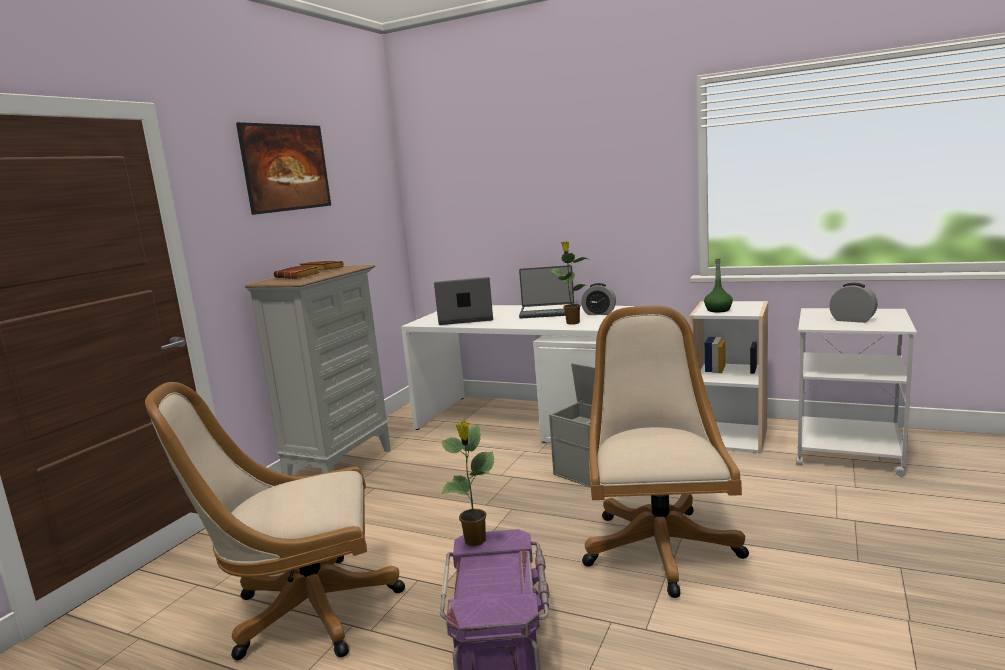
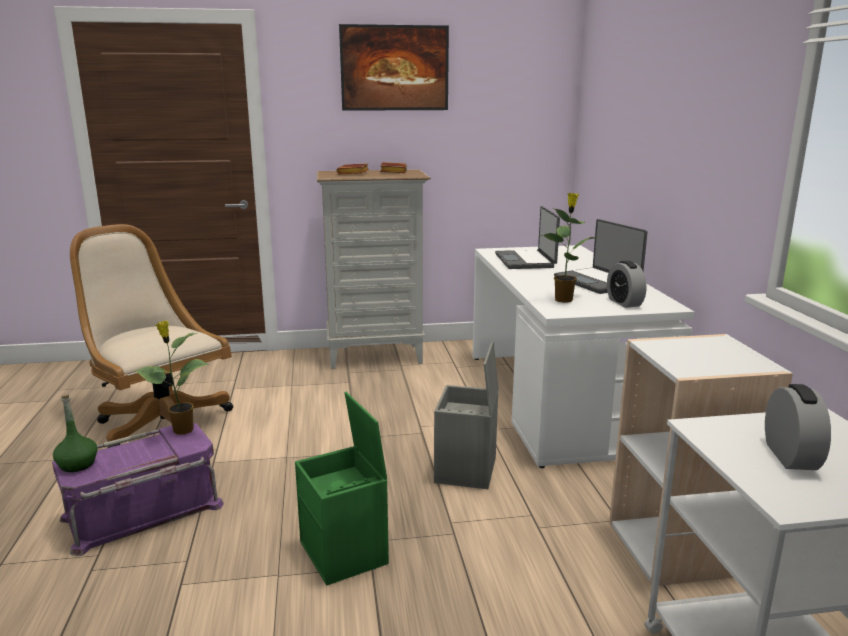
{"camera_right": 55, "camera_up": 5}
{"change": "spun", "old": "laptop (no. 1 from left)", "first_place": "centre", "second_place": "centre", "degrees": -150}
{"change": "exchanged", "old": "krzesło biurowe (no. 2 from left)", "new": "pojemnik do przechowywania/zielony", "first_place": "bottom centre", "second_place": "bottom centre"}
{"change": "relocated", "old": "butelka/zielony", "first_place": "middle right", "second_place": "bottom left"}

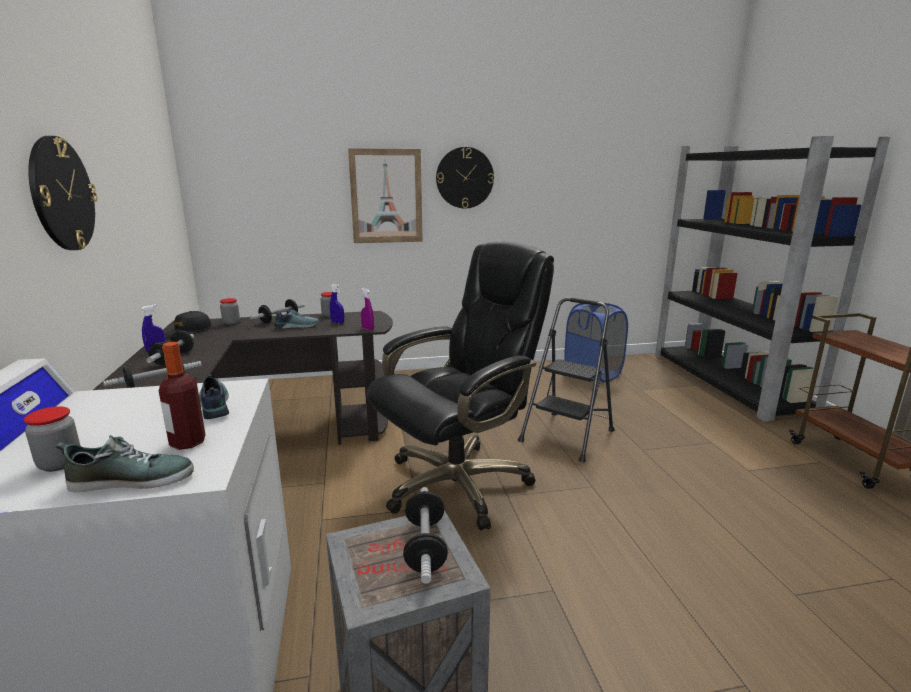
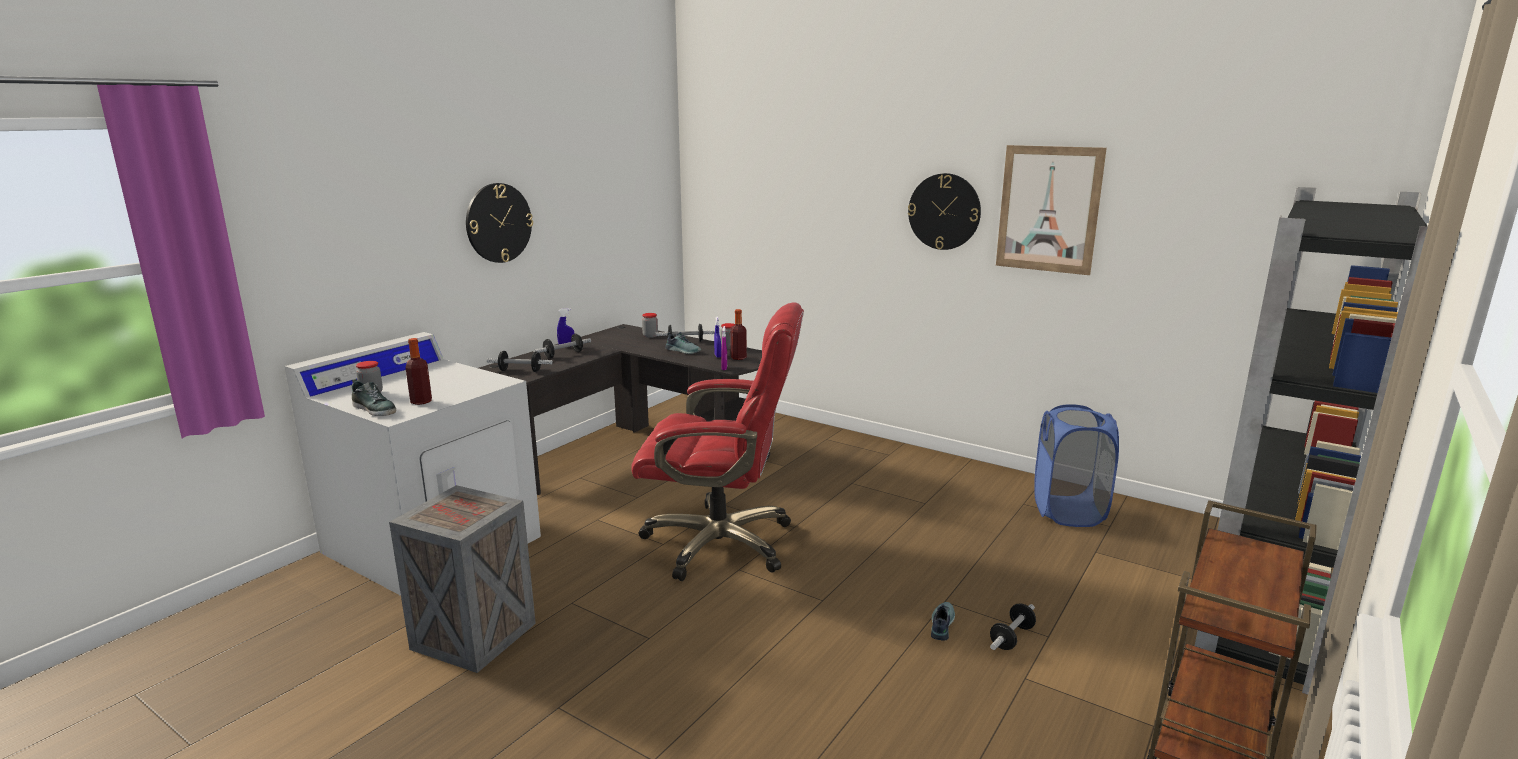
{"camera_right": 45, "camera_up": 0}
{"change": "missing", "old": "czapka z daszkiem/czarny", "first_place": "middle left"}
{"change": "relocated", "old": "but (no. 2 from left in the first image)", "new": "but (no. 3 from left)", "first_place": "middle left", "second_place": "bottom centre"}
{"change": "relocated", "old": "obraz", "first_place": "top centre", "second_place": "top right"}
{"change": "colour", "old": "krzesło biurowe/czarny", "new": "krzesło biurowe/czerwony", "first_place": "centre", "second_place": "centre"}
{"change": "relocated", "old": "hantel (no. 4 from left)", "first_place": "bottom centre", "second_place": "bottom right"}
{"change": "missing", "old": "drabinka/czarny", "first_place": "centre"}
{"change": "appeared", "new": "butelka (no. 2 from left)", "second_place": "centre"}

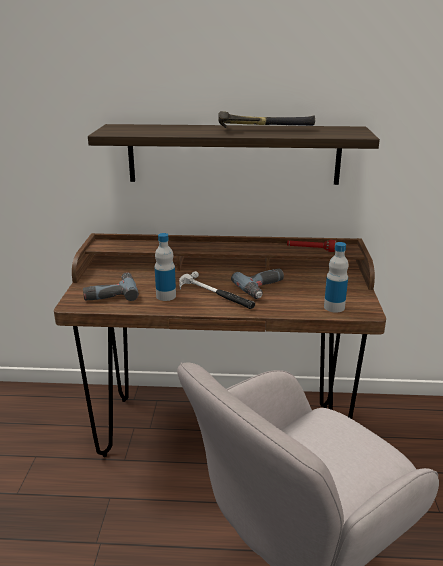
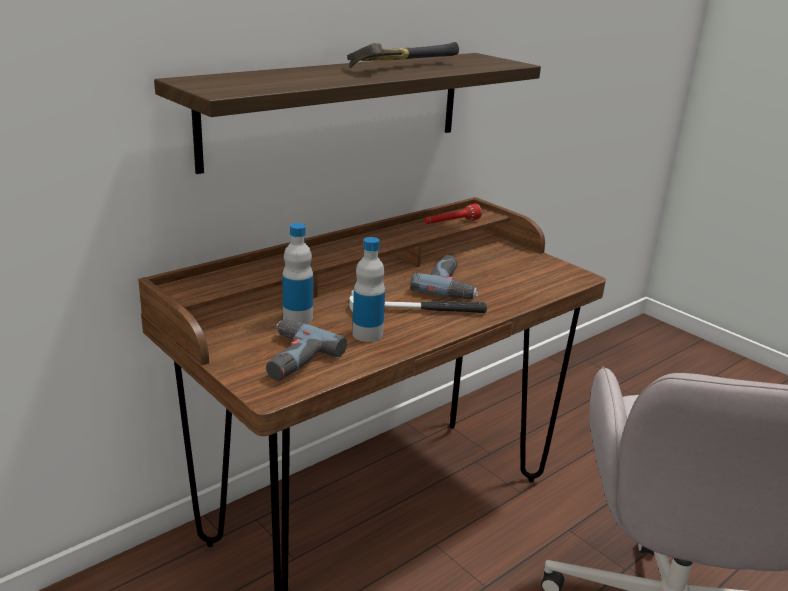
{"camera_right": -45, "camera_up": 0}
{"change": "relocated", "old": "butelka (no. 2 from left in the first image)", "new": "butelka (no. 1 from left)", "first_place": "middle right", "second_place": "centre"}

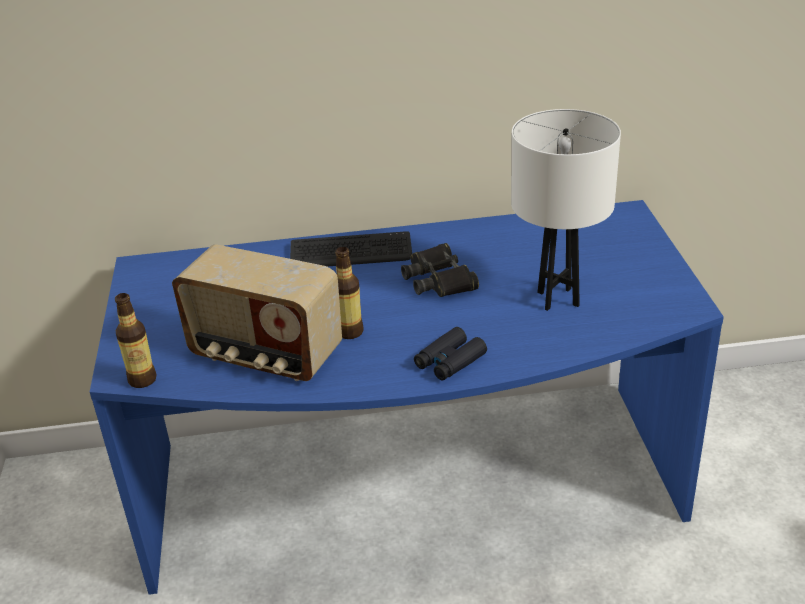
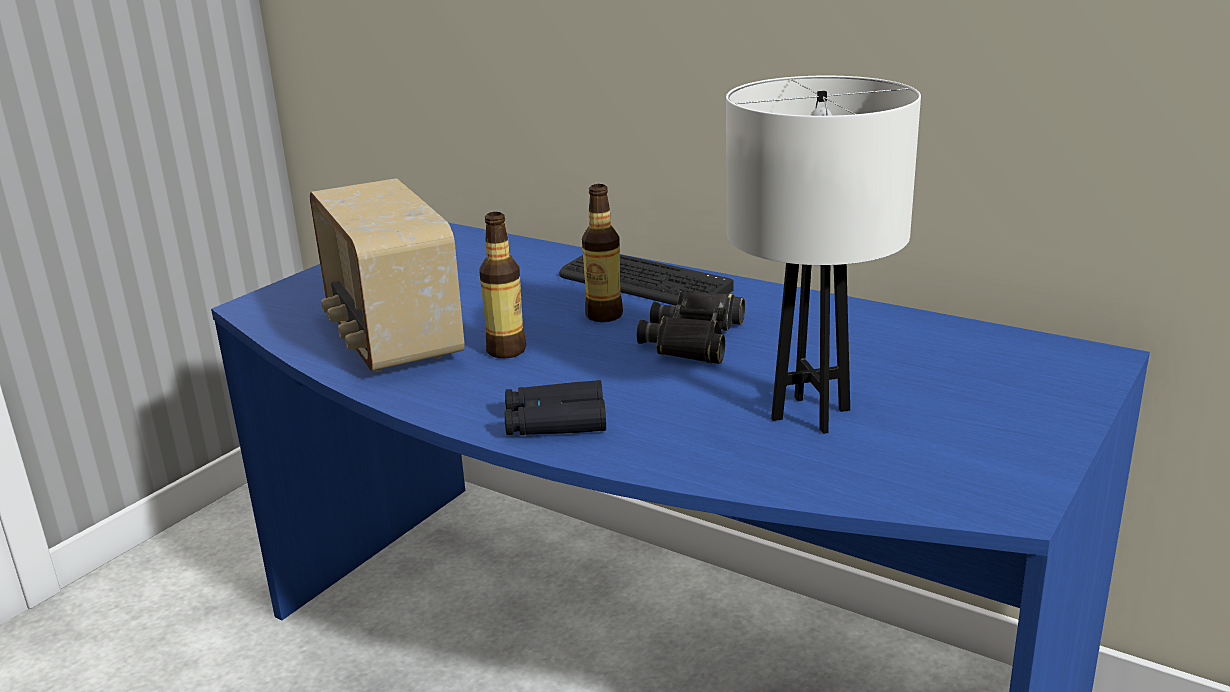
{"camera_right": 40, "camera_up": -10}
{"change": "relocated", "old": "butelka (no. 1 from left in the first image)", "new": "butelka (no. 2 from left)", "first_place": "middle left", "second_place": "centre"}

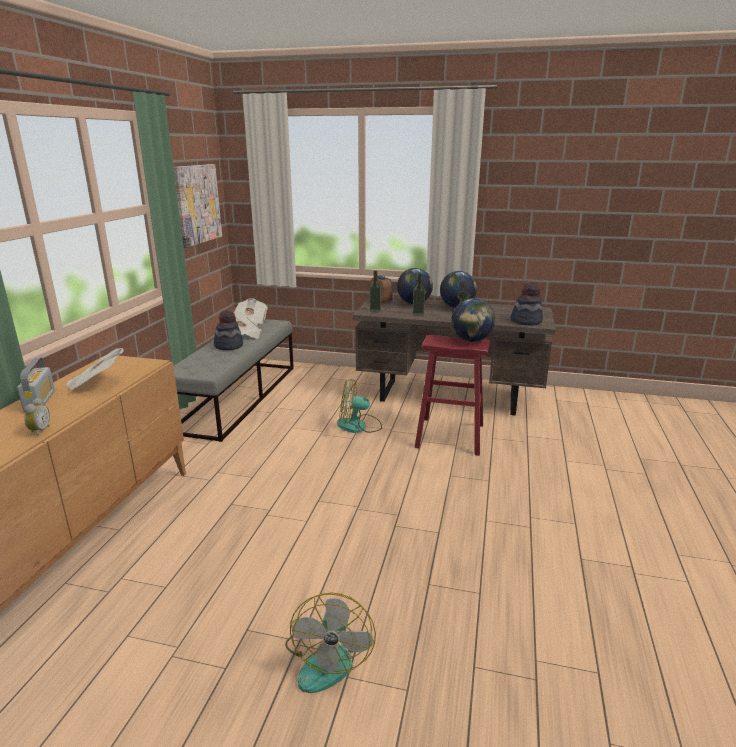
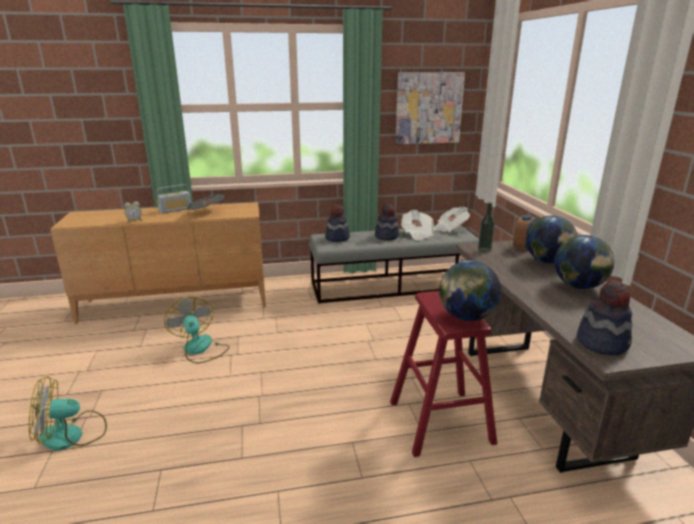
{"camera_right": 65, "camera_up": 0}
{"change": "relocated", "old": "wentylator (no. 2 from left)", "first_place": "centre", "second_place": "middle left"}
{"change": "missing", "old": "butelka (no. 2 from left)", "first_place": "centre"}
{"change": "appeared", "new": "kapelusz (no. 1 from left)", "second_place": "centre"}

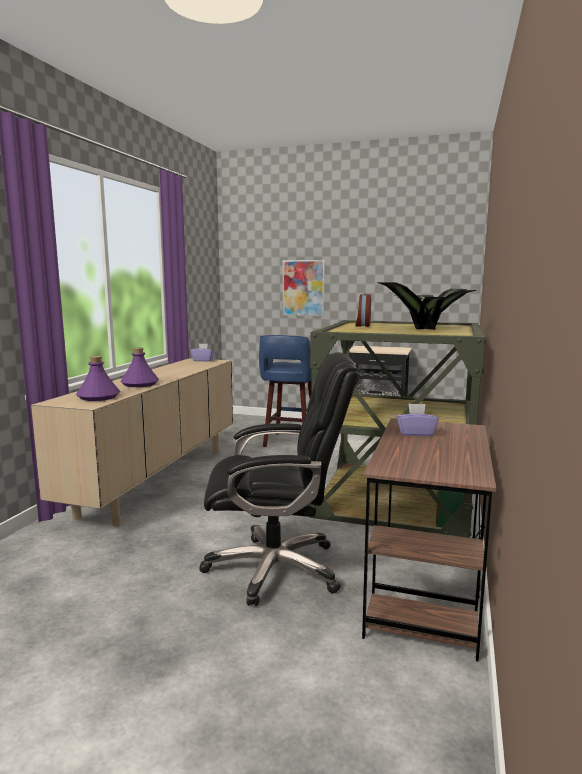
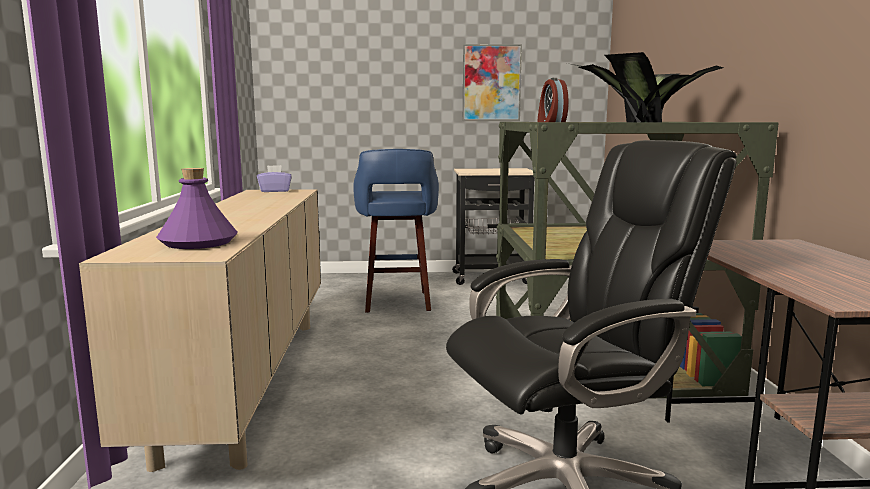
{"camera_right": -20, "camera_up": 0}
{"change": "missing", "old": "butelka/fioletowy (no. 2 from left)", "first_place": "middle left"}
{"change": "relocated", "old": "obraz", "first_place": "centre", "second_place": "top centre"}
{"change": "missing", "old": "pudełko chusteczek/fioletowy (no. 2 from left)", "first_place": "middle right"}

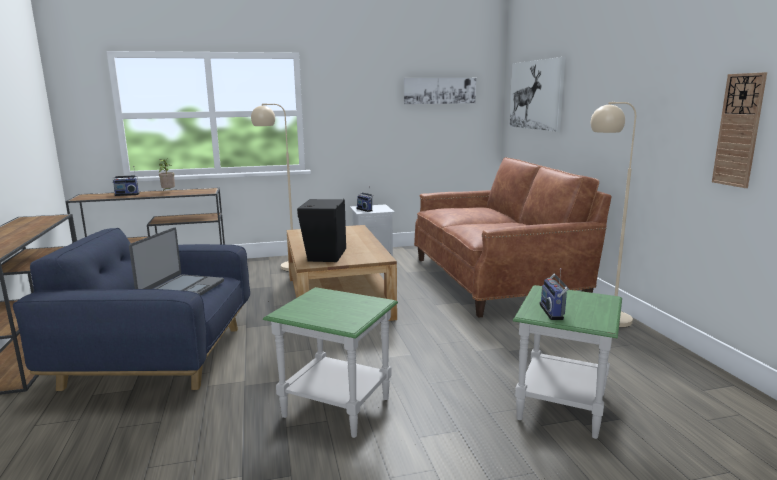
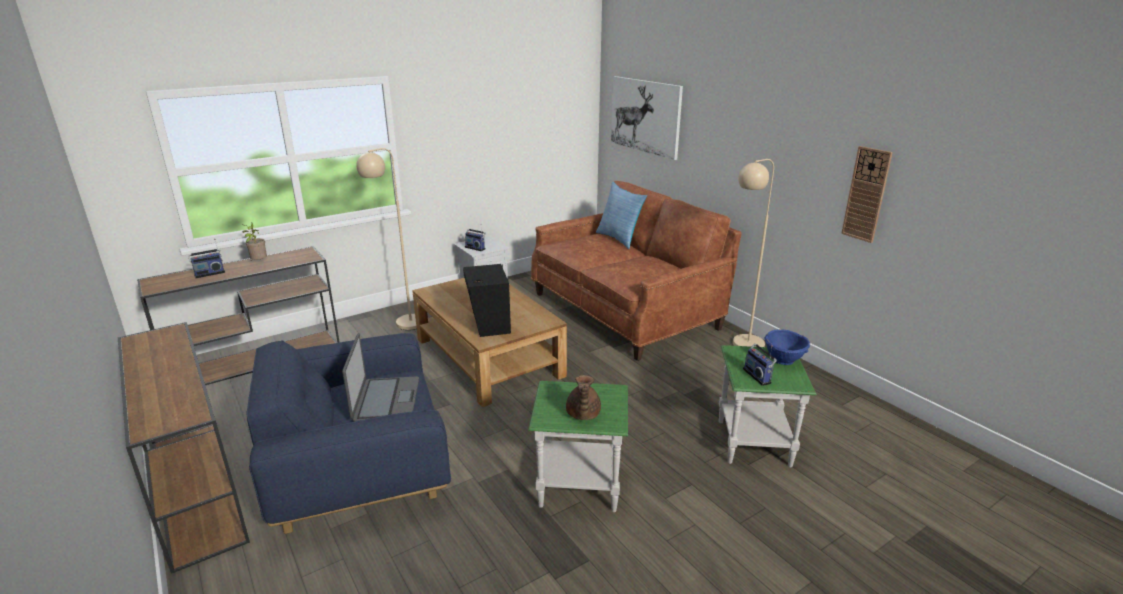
{"camera_right": -20, "camera_up": 10}
{"change": "missing", "old": "obraz (no. 1 from left)", "first_place": "top centre"}
{"change": "appeared", "new": "imbryk/brązowy", "second_place": "bottom centre"}
{"change": "appeared", "new": "poduszka", "second_place": "centre"}
{"change": "appeared", "new": "miska/niebieski", "second_place": "middle right"}

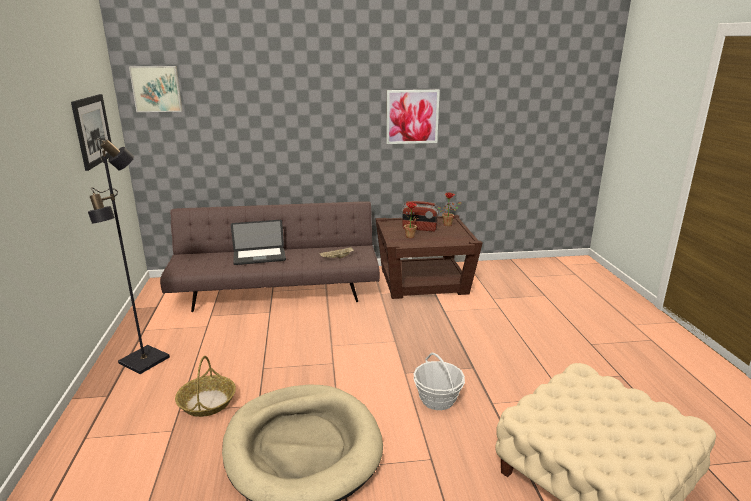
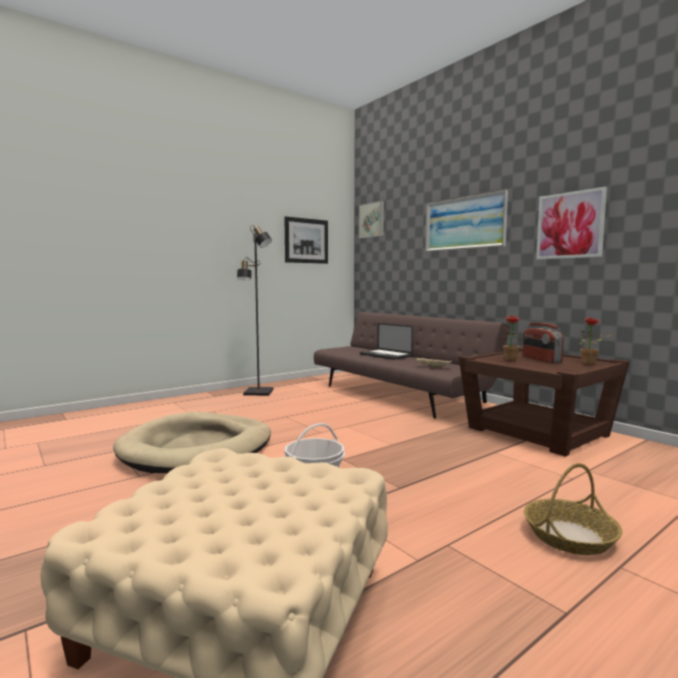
{"camera_right": 60, "camera_up": -15}
{"change": "relocated", "old": "koszyk (no. 1 from left in the first image)", "new": "koszyk (no. 2 from left)", "first_place": "bottom left", "second_place": "bottom right"}
{"change": "appeared", "new": "obraz (no. 3 from left)", "second_place": "top right"}

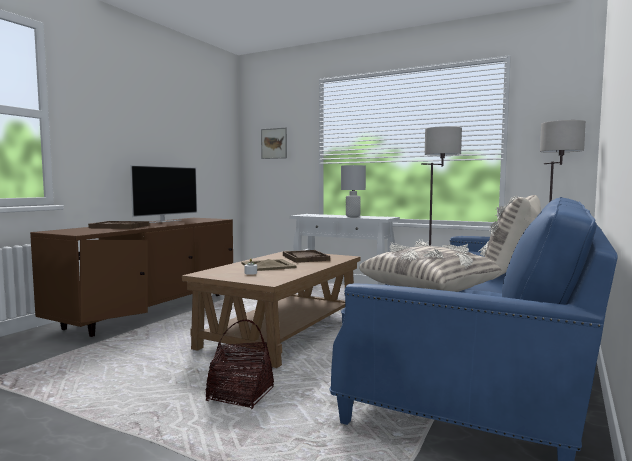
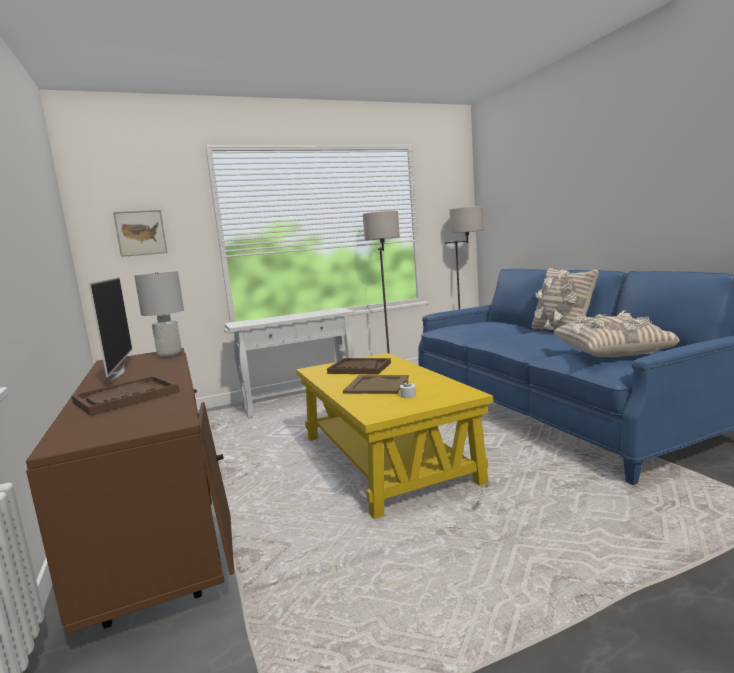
{"camera_right": -50, "camera_up": 5}
{"change": "colour", "old": "ława/brązowy", "new": "ława/żółty", "first_place": "bottom centre", "second_place": "centre"}
{"change": "missing", "old": "koszyk", "first_place": "bottom centre"}
{"change": "relocated", "old": "lampa stołowa/szary", "first_place": "centre", "second_place": "middle left"}

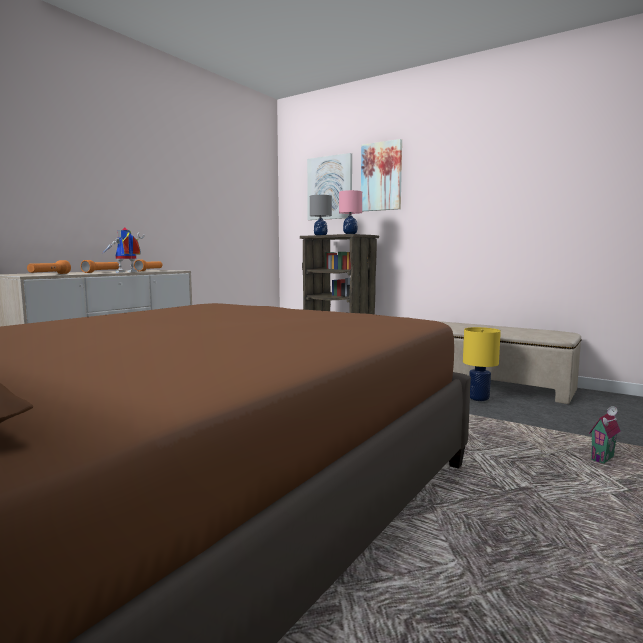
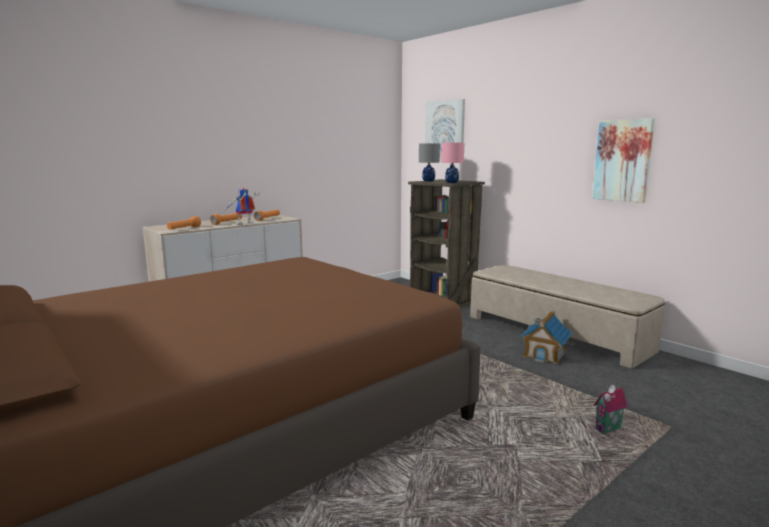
{"camera_right": 15, "camera_up": 5}
{"change": "relocated", "old": "obraz (no. 2 from left)", "first_place": "top centre", "second_place": "top right"}
{"change": "exchanged", "old": "lampa stołowa/żółty", "new": "domek (no. 1 from left)", "first_place": "middle right", "second_place": "middle right"}

